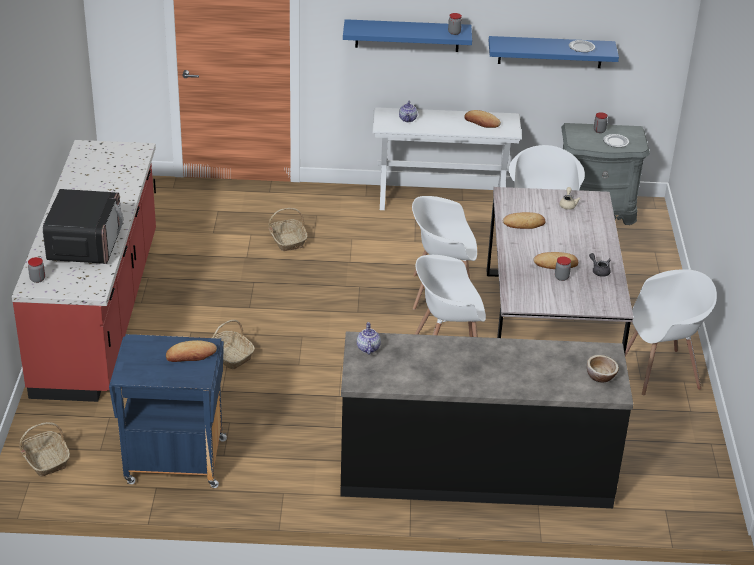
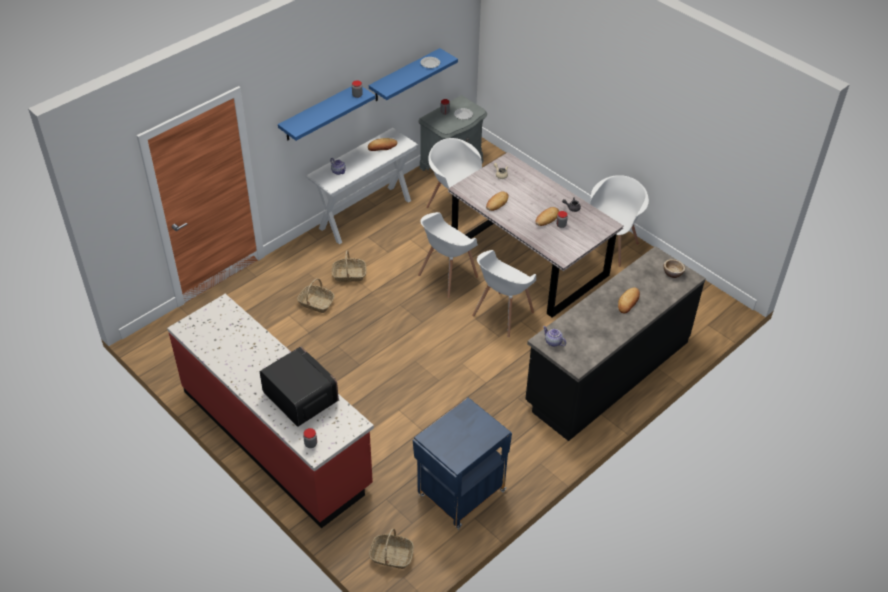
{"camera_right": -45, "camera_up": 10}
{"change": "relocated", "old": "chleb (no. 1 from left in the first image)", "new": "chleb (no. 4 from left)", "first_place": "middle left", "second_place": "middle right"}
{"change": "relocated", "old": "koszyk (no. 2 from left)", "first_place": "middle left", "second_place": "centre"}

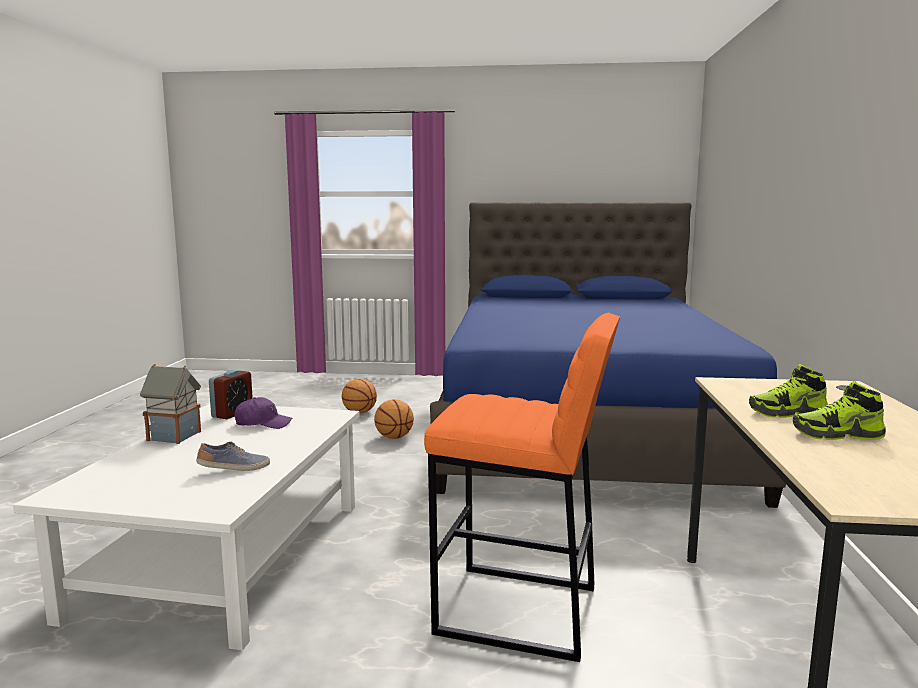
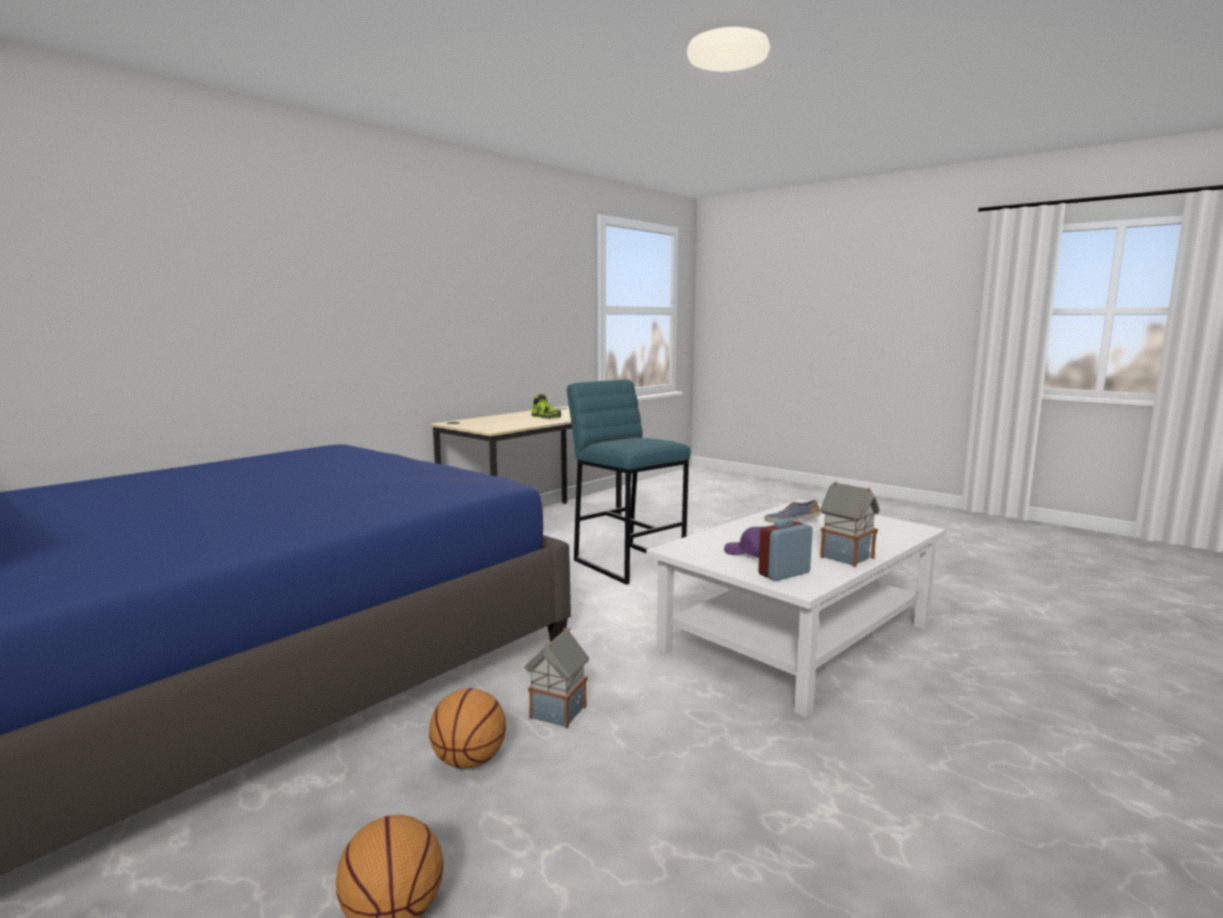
{"camera_right": -145, "camera_up": 0}
{"change": "colour", "old": "stołek/pomarańczowy", "new": "stołek/turkusowy", "first_place": "bottom centre", "second_place": "centre"}
{"change": "missing", "old": "but (no. 2 from left)", "first_place": "middle right"}
{"change": "appeared", "new": "domek (no. 1 from left)", "second_place": "bottom centre"}

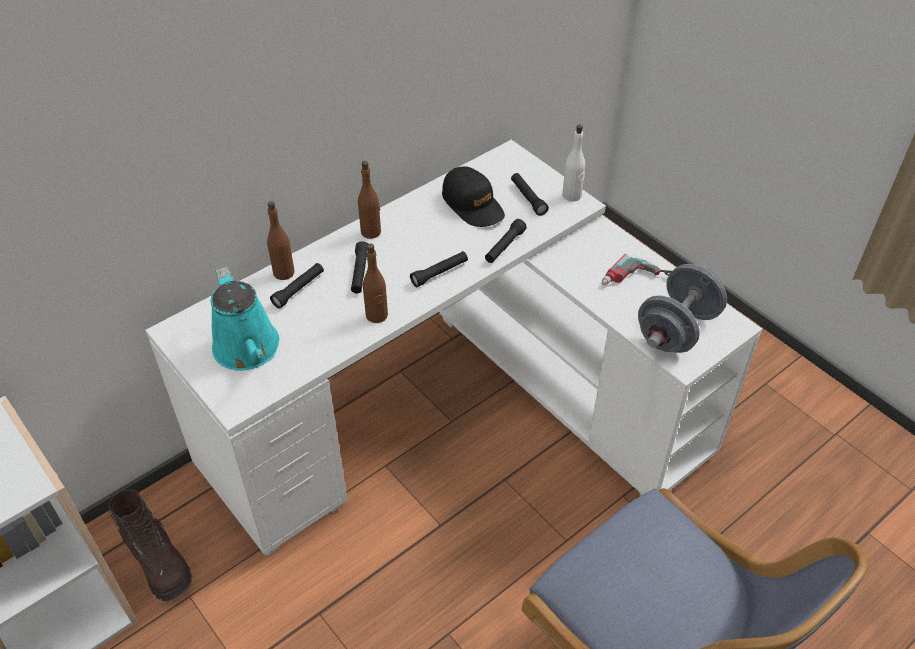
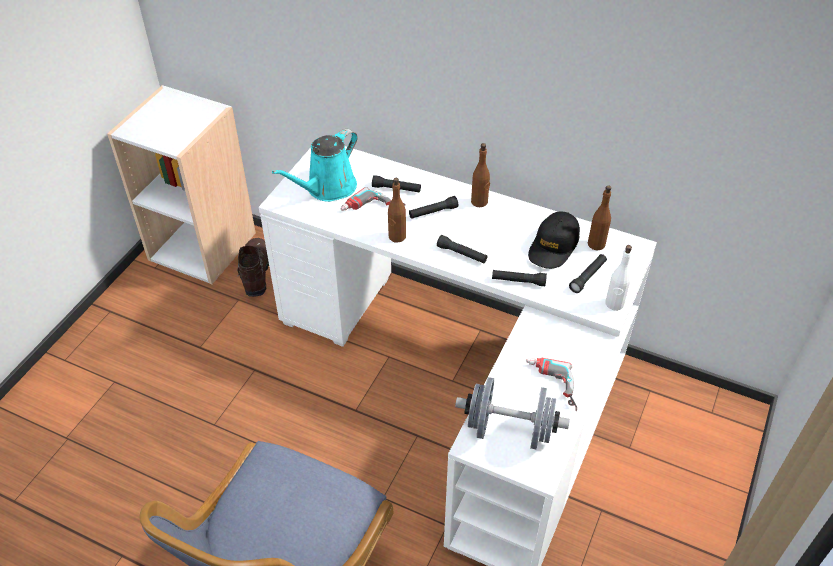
{"camera_right": 65, "camera_up": 0}
{"change": "spun", "old": "but z cholewką/brązowy", "first_place": "bottom left", "second_place": "middle left", "degrees": 150}
{"change": "relocated", "old": "butelka/brązowy (no. 1 from left in the first image)", "new": "butelka/brązowy (no. 3 from left)", "first_place": "middle left", "second_place": "middle right"}
{"change": "appeared", "new": "wiertarka (no. 1 from left)", "second_place": "centre"}

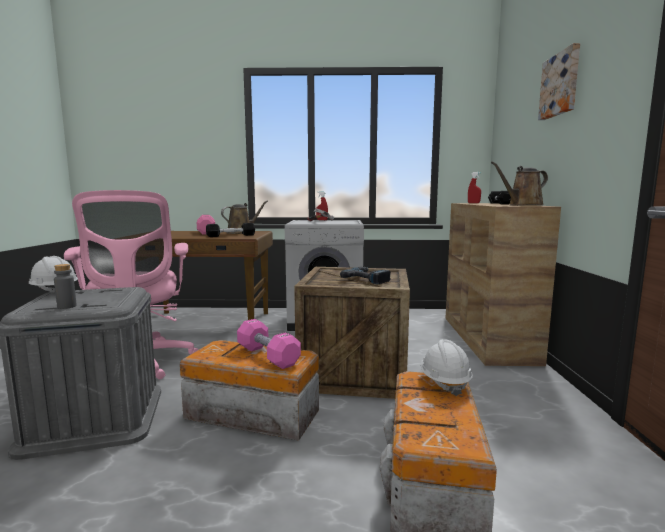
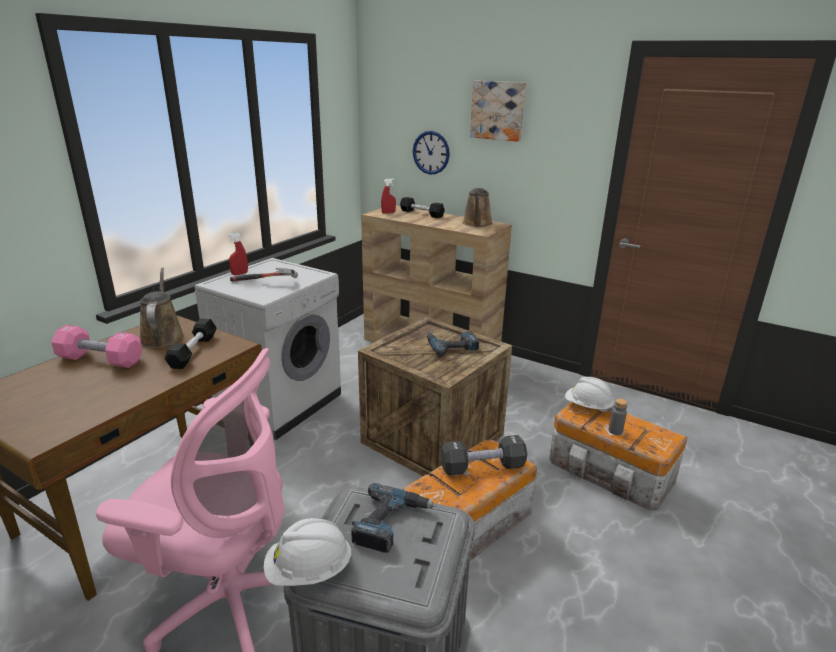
{"camera_right": -60, "camera_up": 15}
{"change": "relocated", "old": "butelka/szary", "first_place": "middle left", "second_place": "middle right"}
{"change": "colour", "old": "hantel/różowy (no. 2 from left)", "new": "hantel/czarny (no. 3 from left)", "first_place": "centre", "second_place": "bottom centre"}
{"change": "appeared", "new": "wiertarka (no. 1 from left)", "second_place": "bottom centre"}
{"change": "appeared", "new": "zegar ścienny", "second_place": "top centre"}

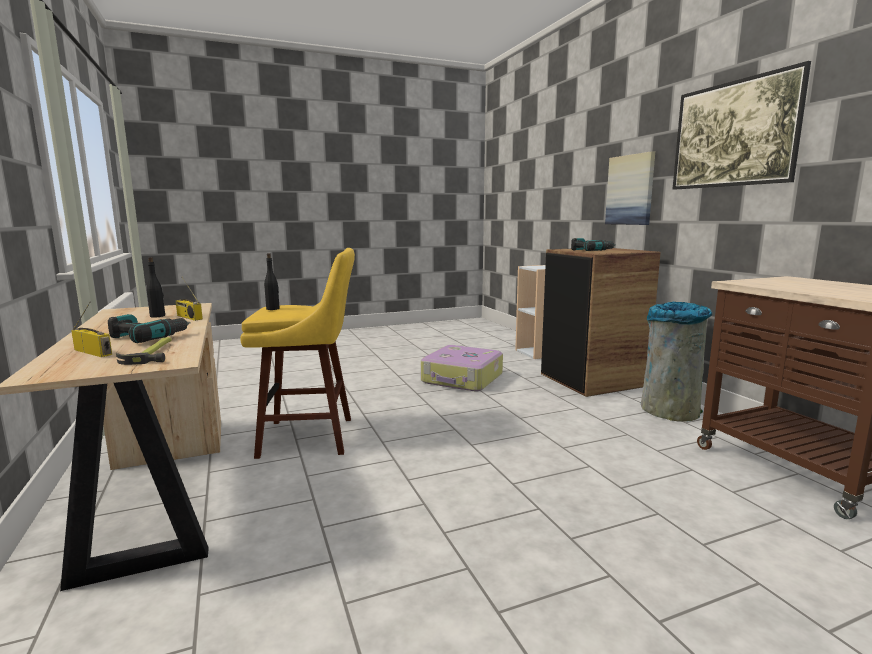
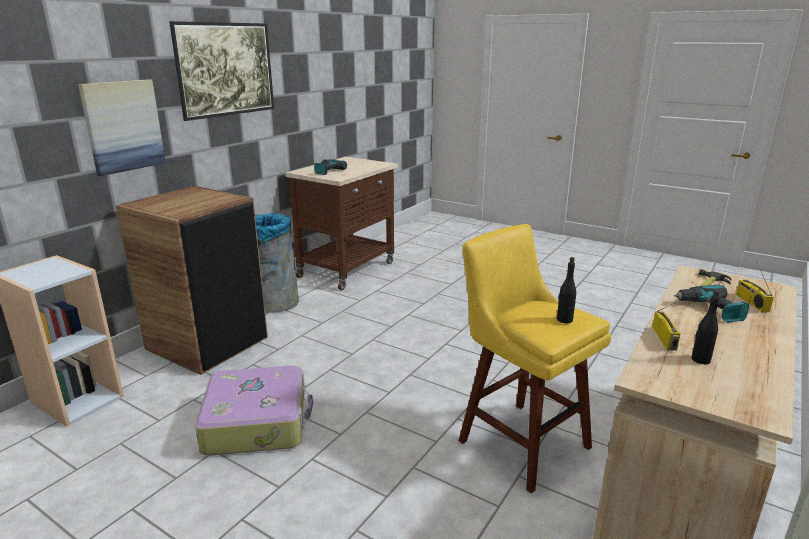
{"camera_right": -125, "camera_up": 10}
{"change": "relocated", "old": "wiertarka (no. 2 from left in the first image)", "new": "wiertarka (no. 1 from left)", "first_place": "middle right", "second_place": "top centre"}

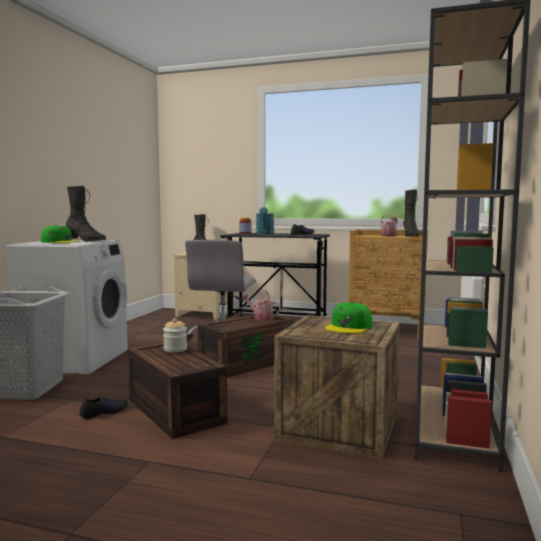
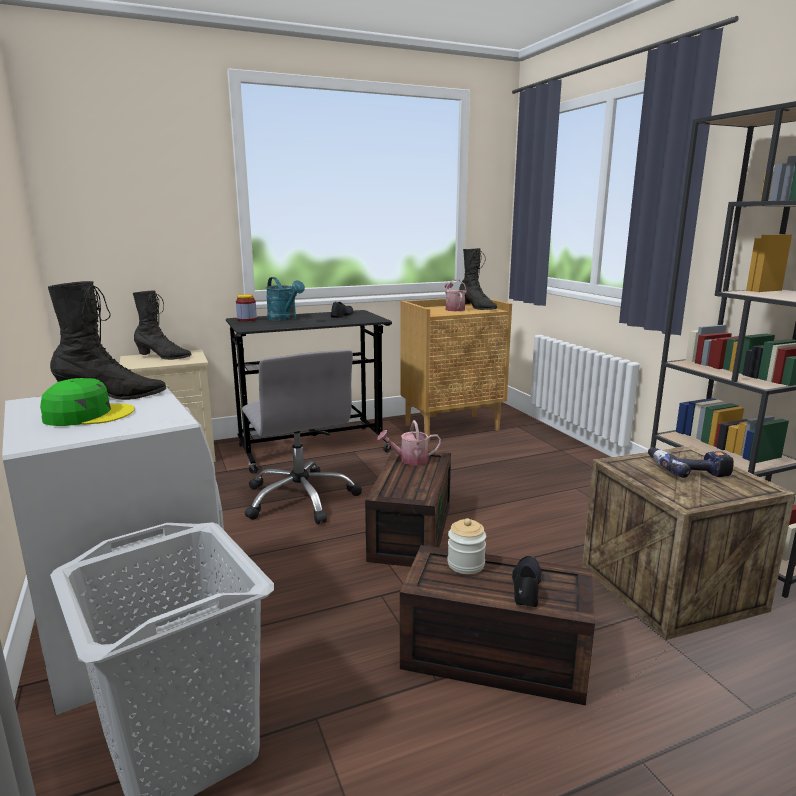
{"camera_right": -40, "camera_up": 10}
{"change": "relocated", "old": "but/czarny (no. 1 from left in the first image)", "new": "but/czarny (no. 2 from left)", "first_place": "bottom left", "second_place": "bottom centre"}
{"change": "exchanged", "old": "czapka z daszkiem/zielony (no. 2 from left)", "new": "wiertarka", "first_place": "centre", "second_place": "middle right"}

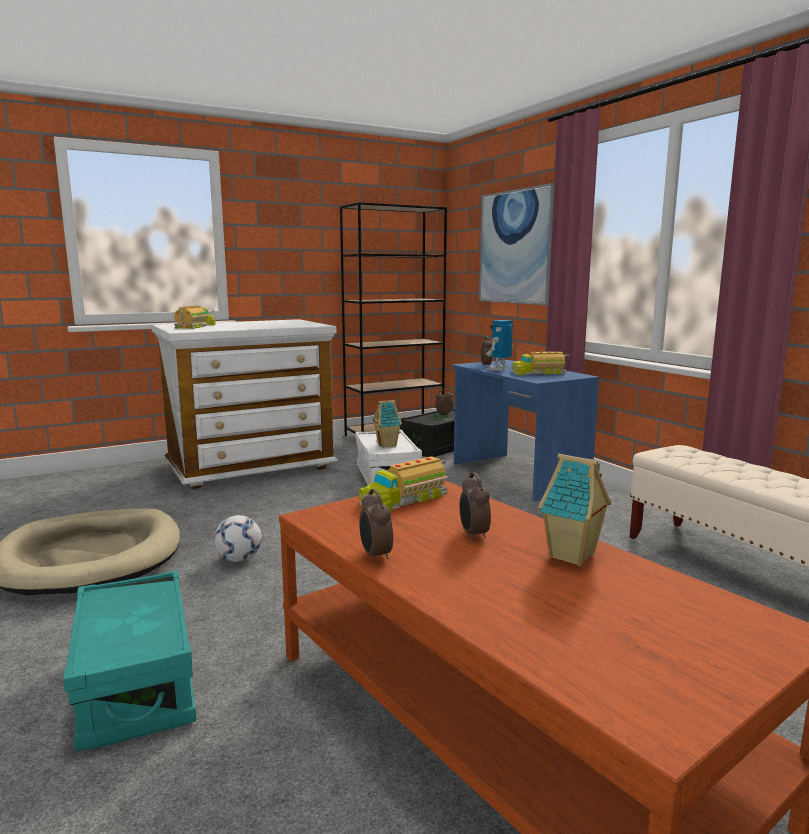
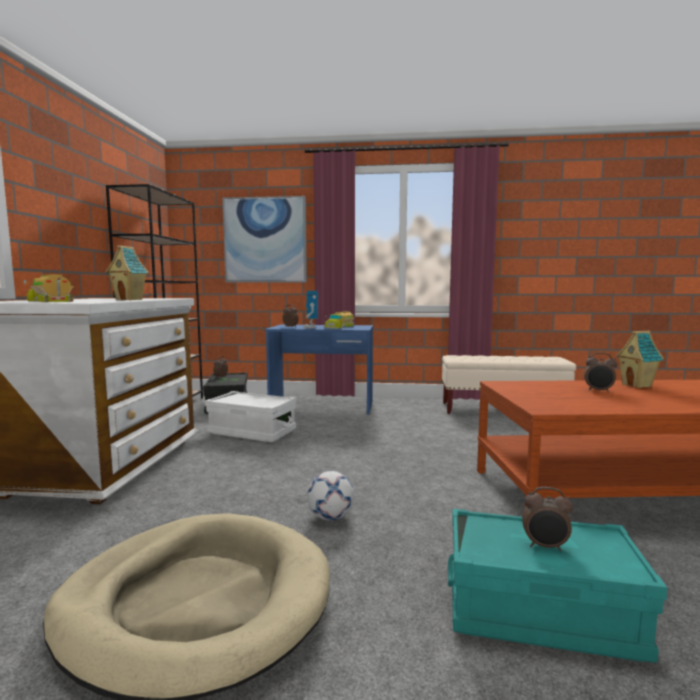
{"camera_right": -55, "camera_up": -5}
{"change": "missing", "old": "ciężarówka zabawkowa (no. 2 from left)", "first_place": "centre"}
{"change": "relocated", "old": "budzik (no. 1 from left in the first image)", "new": "budzik (no. 3 from left)", "first_place": "centre", "second_place": "bottom right"}
{"change": "relocated", "old": "domek (no. 1 from left)", "first_place": "centre", "second_place": "middle left"}

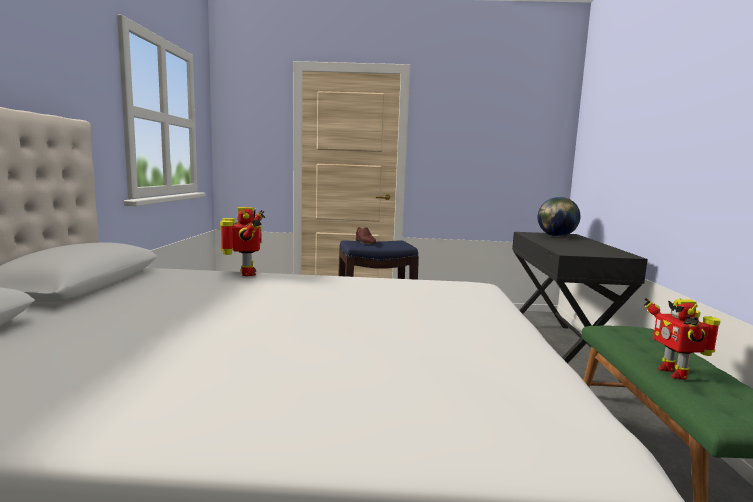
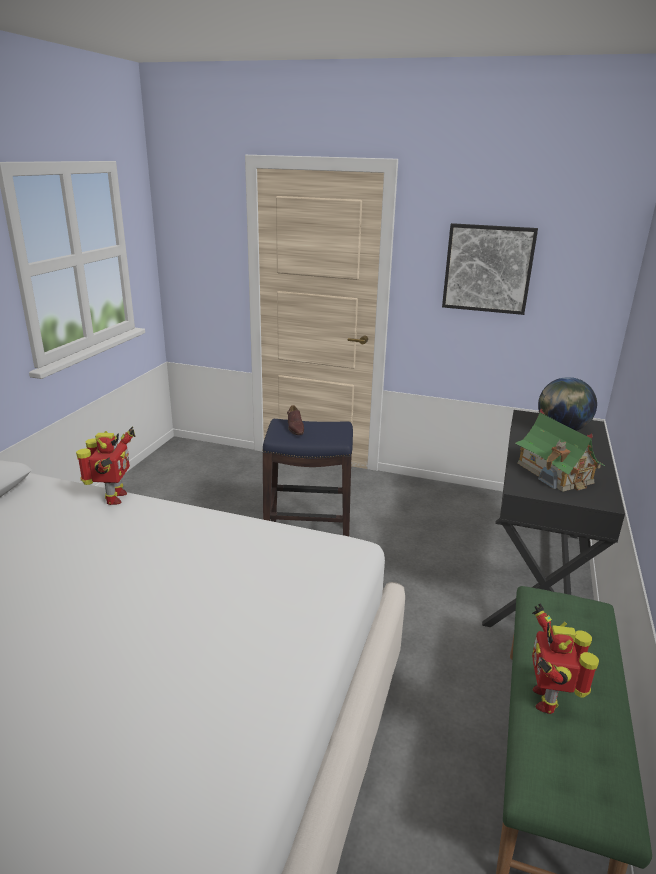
{"camera_right": 15, "camera_up": 15}
{"change": "appeared", "new": "obraz", "second_place": "top right"}
{"change": "appeared", "new": "domek", "second_place": "middle right"}

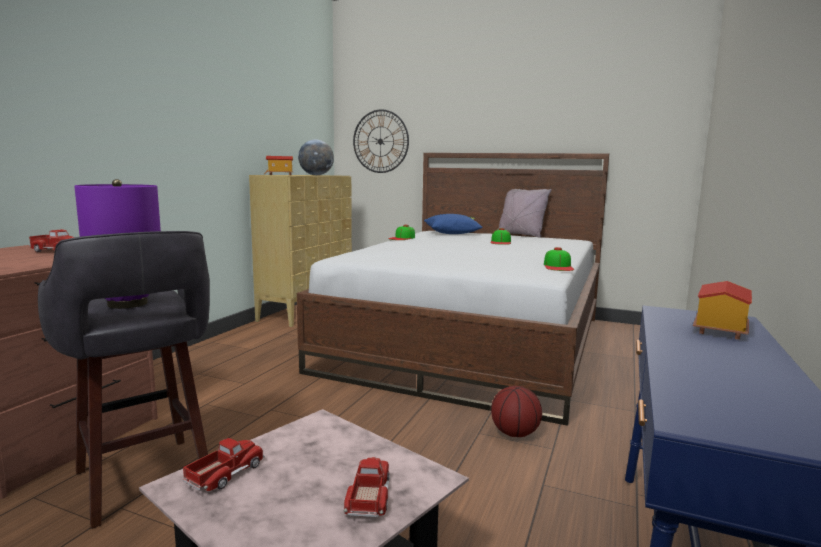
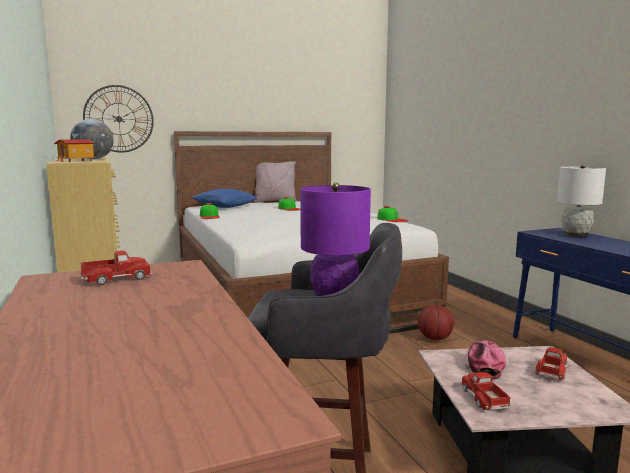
{"camera_right": -45, "camera_up": 0}
{"change": "spun", "old": "ciężarówka zabawkowa (no. 3 from left)", "first_place": "bottom centre", "second_place": "bottom right", "degrees": 75}
{"change": "exchanged", "old": "domek (no. 2 from left)", "new": "lampa stołowa/biały", "first_place": "middle right", "second_place": "middle right"}
{"change": "appeared", "new": "czapka z daszkiem (no. 4 from left)", "second_place": "bottom right"}

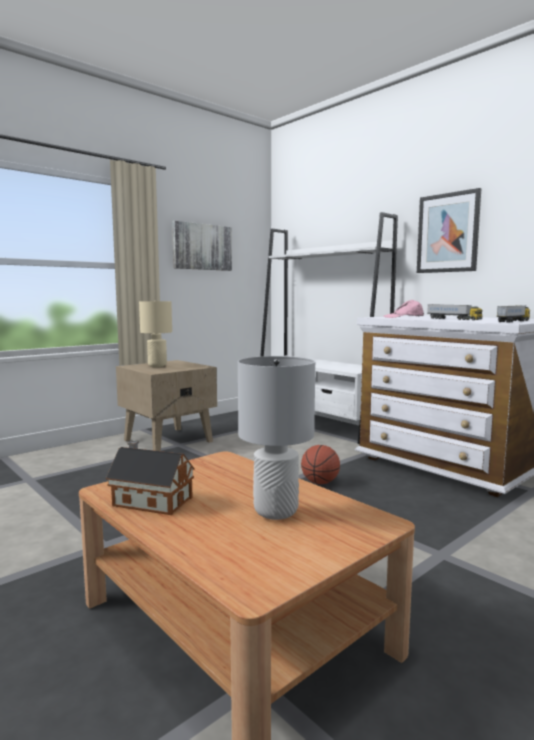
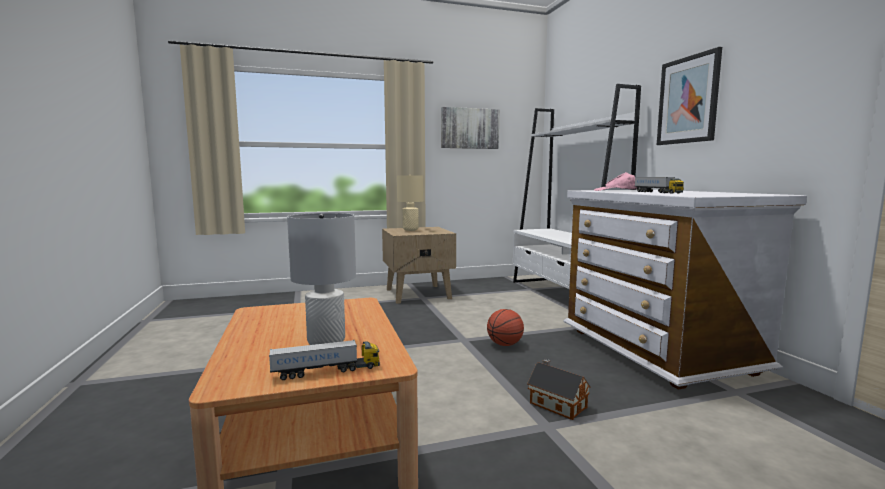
{"camera_right": 25, "camera_up": 0}
{"change": "relocated", "old": "domek", "first_place": "middle left", "second_place": "bottom centre"}
{"change": "relocated", "old": "ciężarówka zabawkowa (no. 2 from left in the first image)", "new": "ciężarówka zabawkowa (no. 1 from left)", "first_place": "middle right", "second_place": "bottom centre"}

